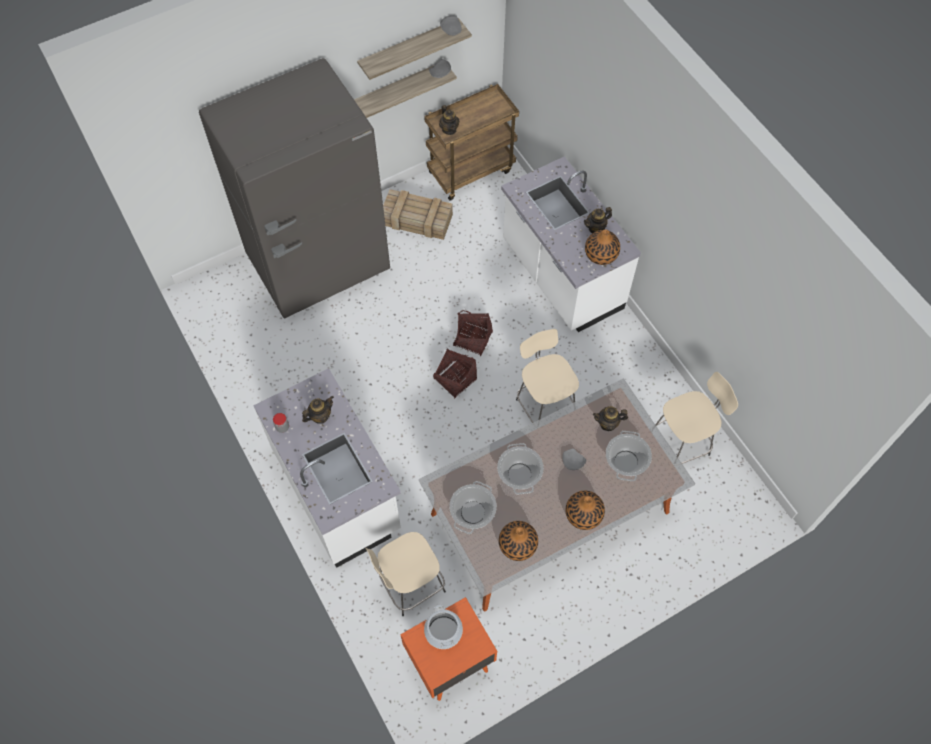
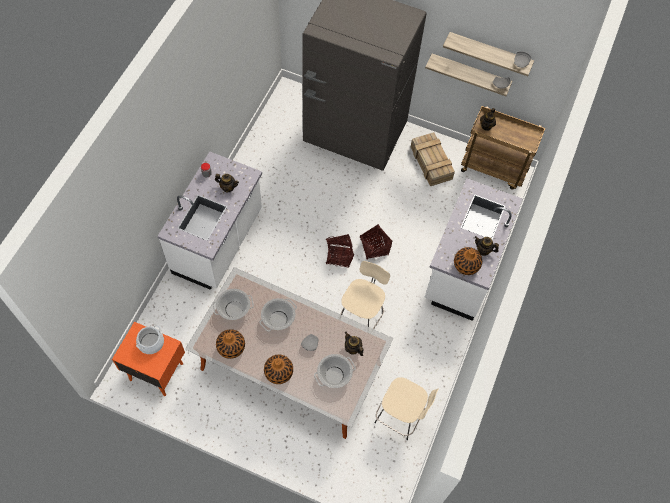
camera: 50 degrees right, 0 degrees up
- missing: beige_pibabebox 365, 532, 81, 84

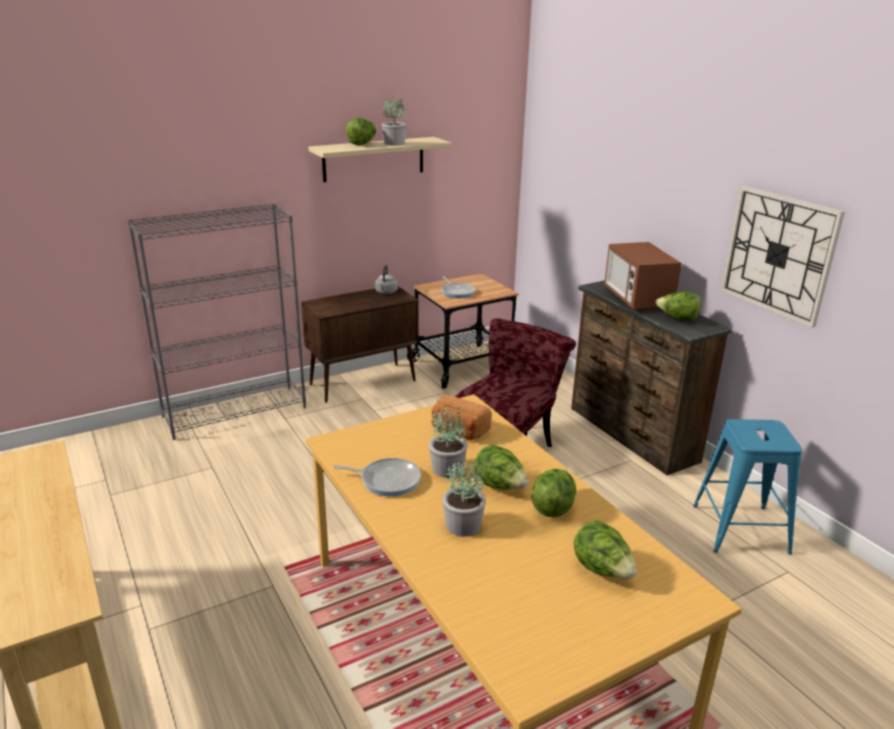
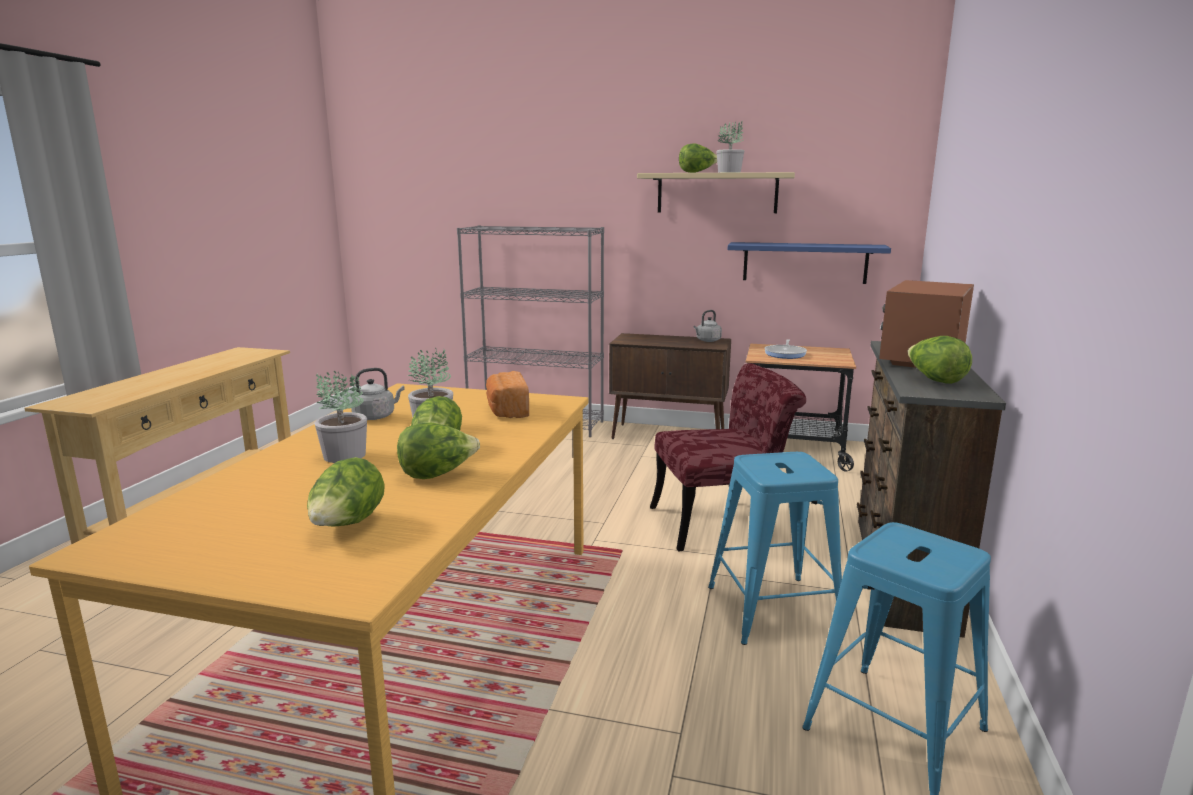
camera: 45 degrees right, 10 degrees down
- missing: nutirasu 721, 186, 124, 142
- appeared: blue_pibabebox 708, 452, 134, 193
- appeared: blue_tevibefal 728, 242, 163, 42
- exchanged: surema 333, 458, 88, 38 to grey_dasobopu 351, 368, 54, 52

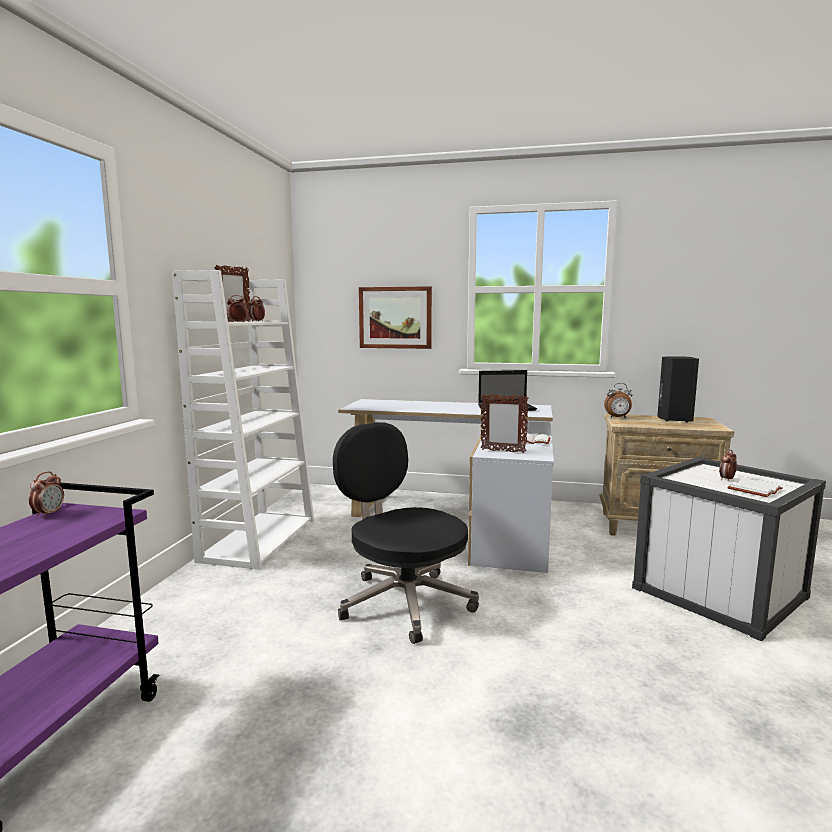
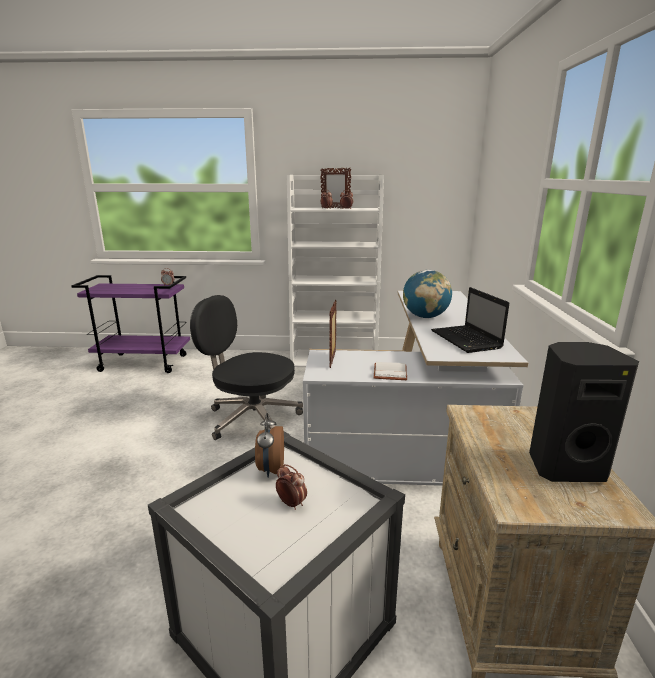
camera: 80 degrees right, 10 degrees up
- missing: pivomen 359, 286, 73, 63
- missing: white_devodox 727, 478, 56, 19
- appeared: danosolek 403, 270, 49, 48
- relocated: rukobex 604, 383, 29, 35 to 255, 413, 29, 65
- spun: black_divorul 333, 422, 146, 222 = 190, 295, 113, 145 105 degrees counterclockwise

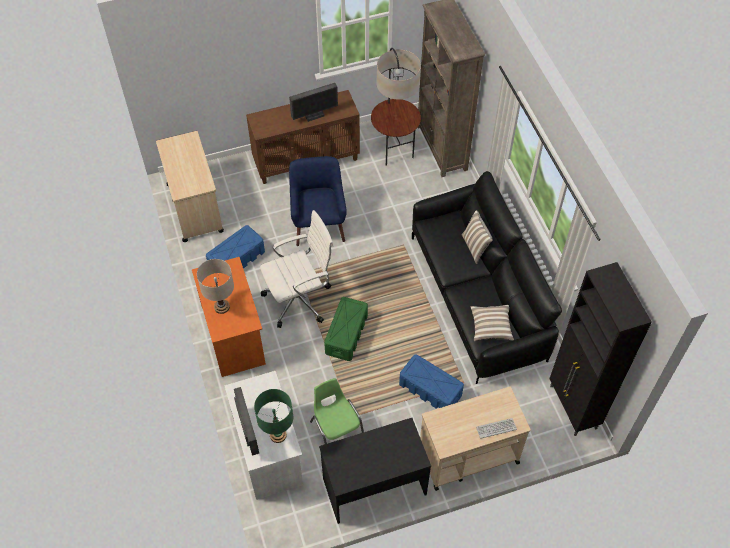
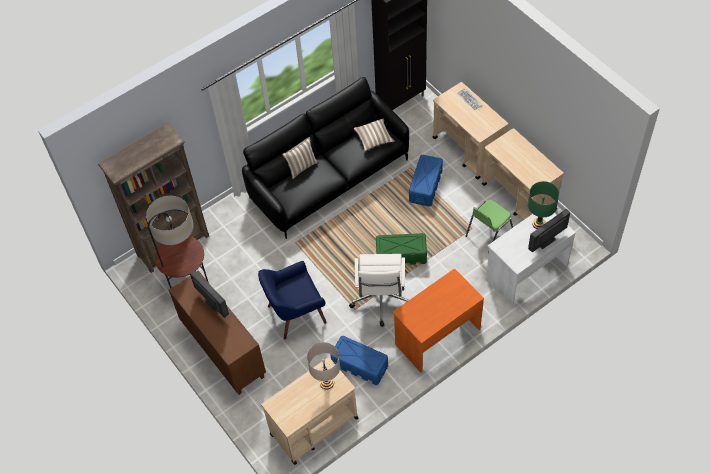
camera: 105 degrees left, 0 degrees up
- relocated: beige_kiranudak 197, 259, 37, 55 to 307, 342, 33, 48
- exchanged: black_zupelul 319, 418, 112, 106 to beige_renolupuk 482, 128, 82, 92
- spun: white_divorul 260, 210, 73, 118 = 349, 254, 60, 73 135 degrees counterclockwise

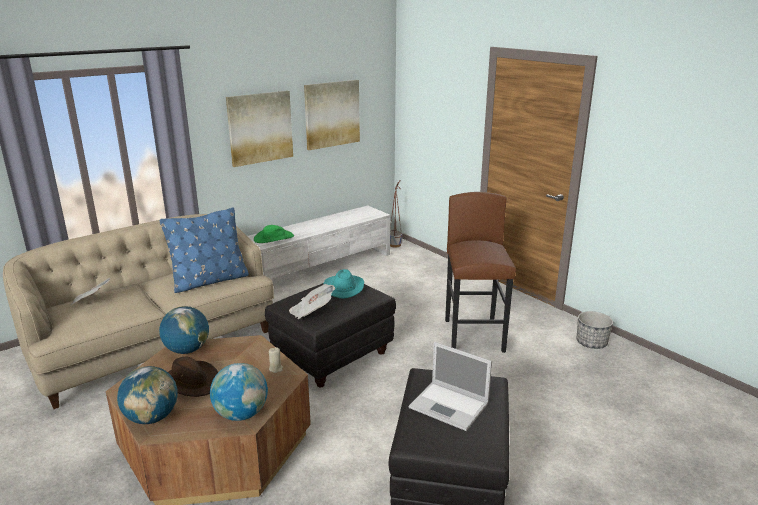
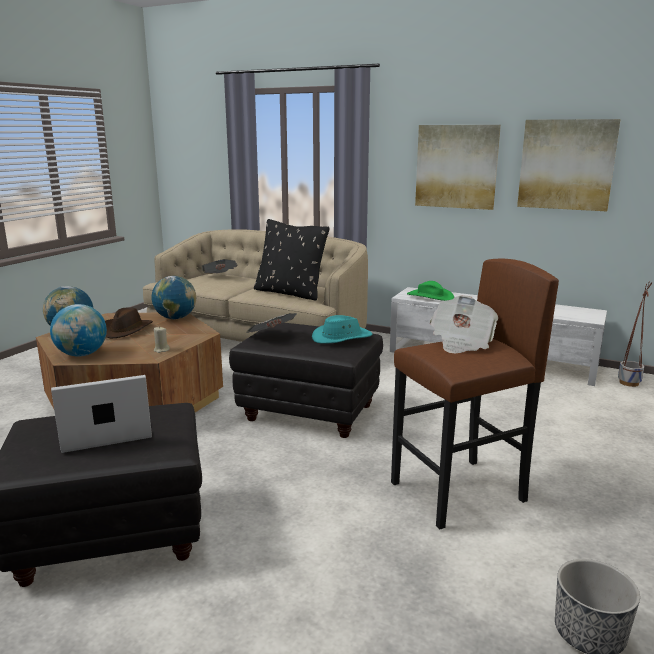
camera: 65 degrees right, 5 degrees down
- appeared: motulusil 430, 295, 68, 58
- colour: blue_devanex 160, 208, 89, 85 to black_devanex 254, 219, 76, 81
- spun: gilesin 409, 342, 83, 89 = 51, 375, 101, 78 60 degrees clockwise

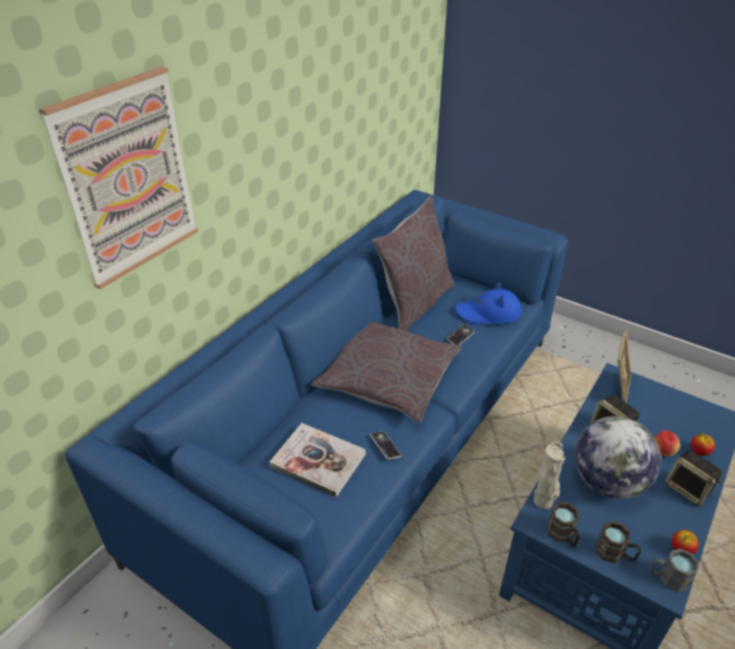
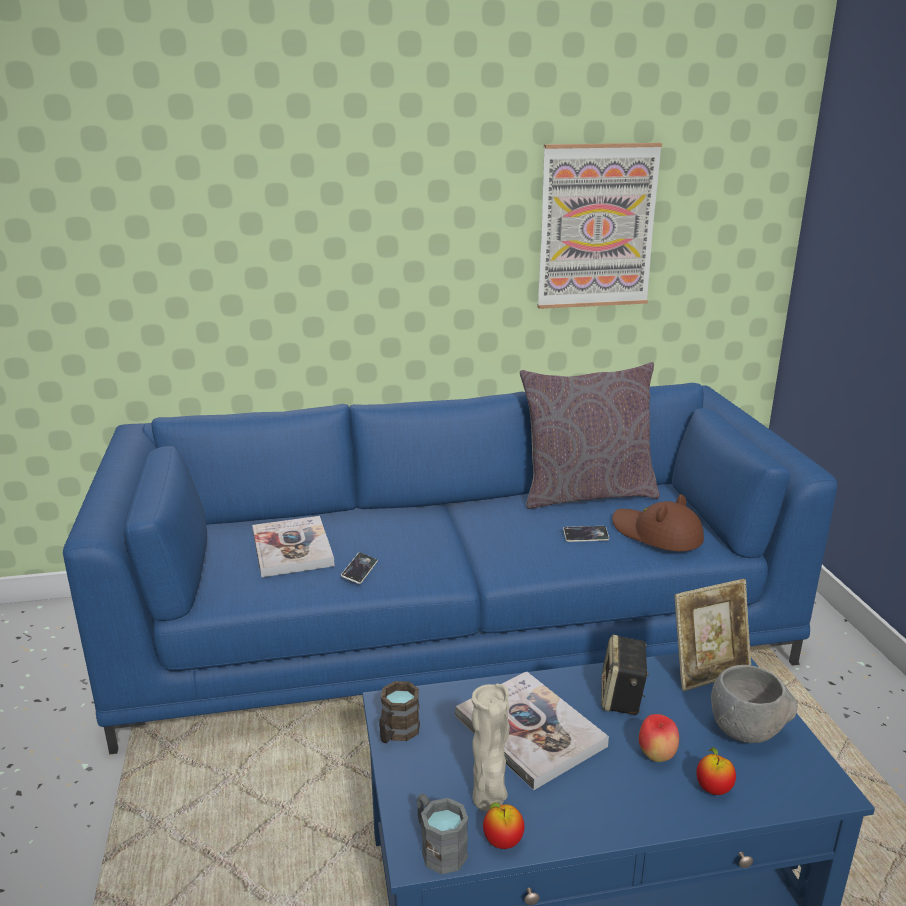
camera: 45 degrees right, 15 degrees down
- missing: grey_devanex 311, 322, 150, 101
- missing: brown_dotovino 596, 521, 45, 42
- missing: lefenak 665, 450, 58, 56
- appeared: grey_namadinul 711, 665, 87, 78
- relocated: pivomen 39, 66, 159, 223 to 537, 143, 125, 166
- relocated: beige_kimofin 534, 441, 31, 68 to 471, 683, 39, 129
- exchanged: danosolek 574, 416, 87, 83 to devodox 455, 671, 154, 119
- colour: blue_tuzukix 455, 283, 66, 41 to brown_tuzukix 612, 494, 92, 57

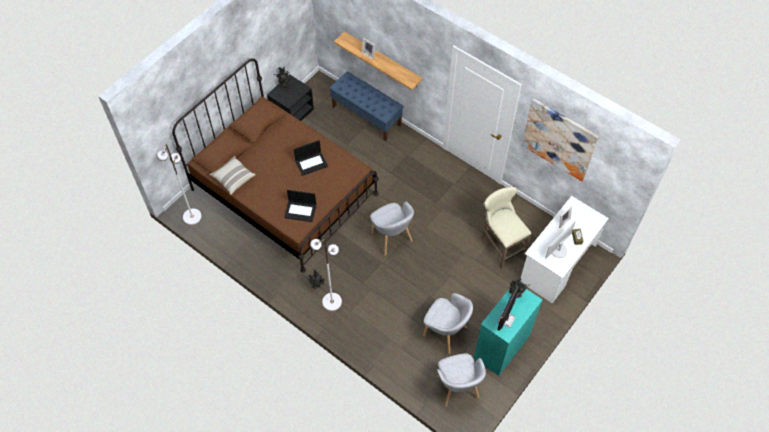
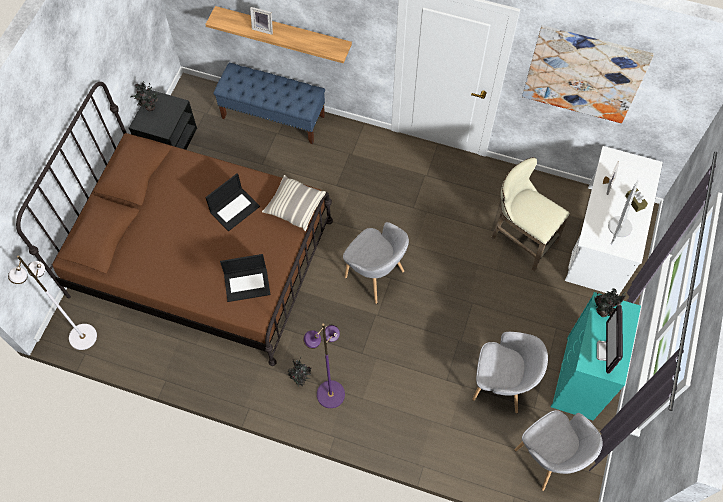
camera: 20 degrees left, 5 degrees up
- relocated: devanex 210, 156, 46, 39 to 262, 175, 64, 56
- colour: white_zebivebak 310, 236, 32, 75 to purple_zebivebak 303, 323, 42, 85

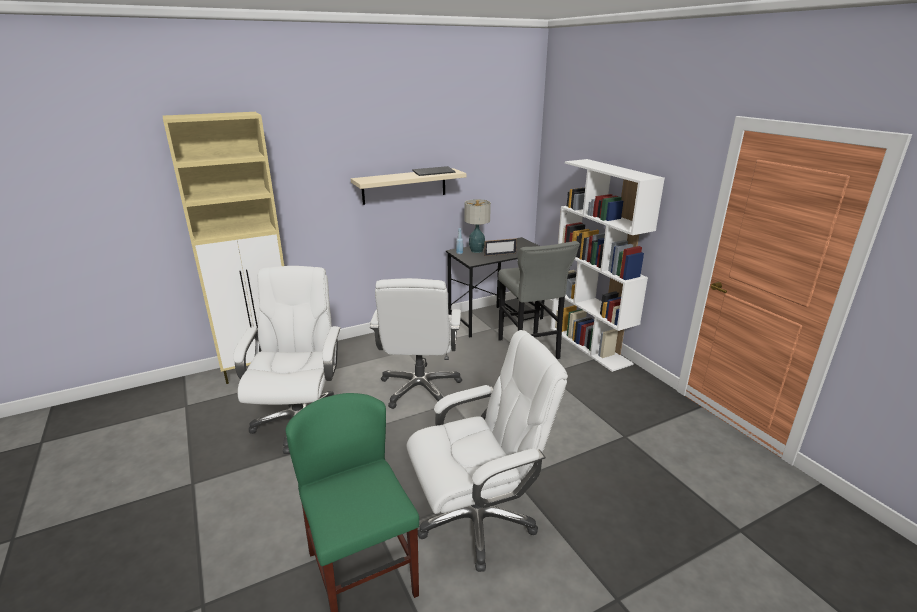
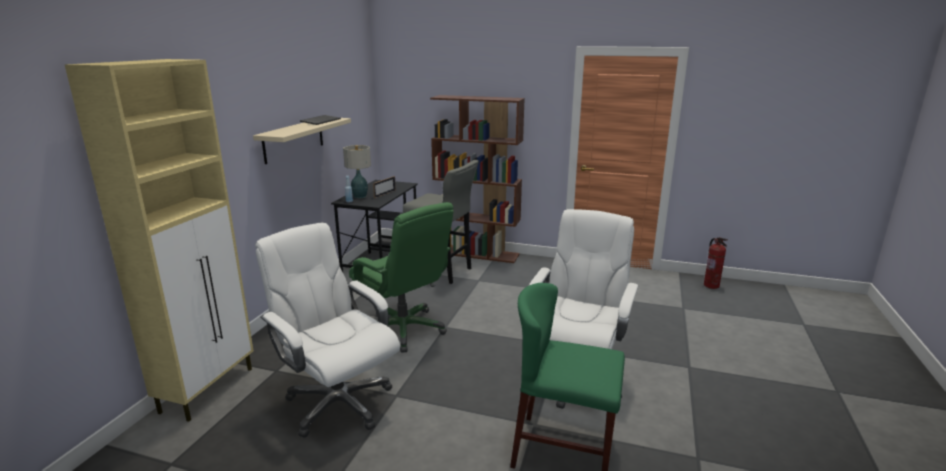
camera: 45 degrees left, 5 degrees down
- appeared: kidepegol 704, 237, 24, 52
- colour: white_divorul 370, 278, 92, 131 to green_divorul 349, 202, 105, 151
- colour: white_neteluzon 551, 159, 114, 213 to brown_neteluzon 430, 95, 95, 168

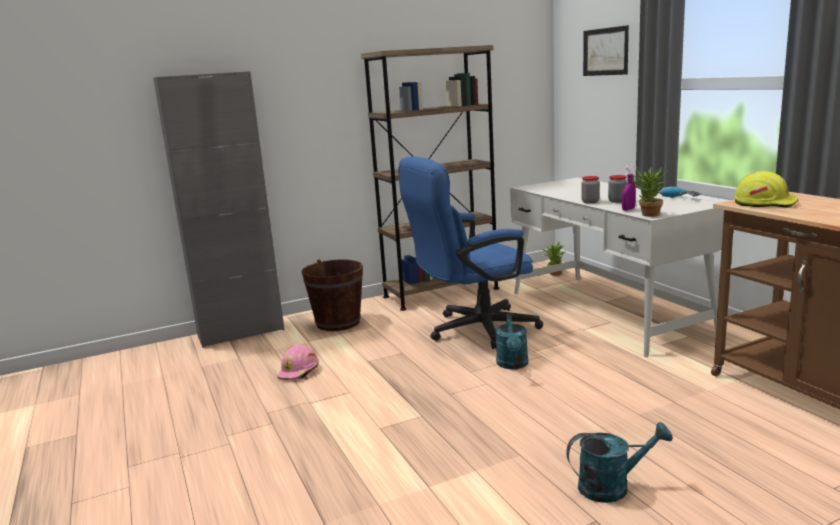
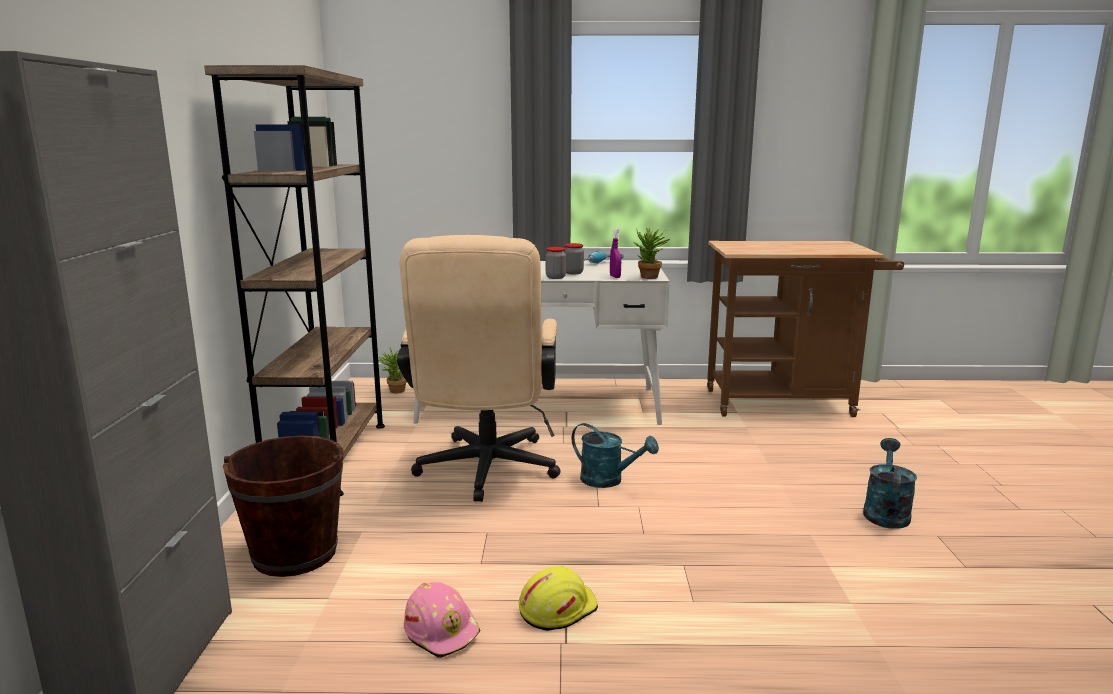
camera: 65 degrees left, 0 degrees up
- missing: pivomen 583, 25, 46, 51
- relocated: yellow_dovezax 734, 171, 65, 37 to 519, 566, 79, 65
- colour: blue_divorul 398, 156, 145, 193 to beige_divorul 397, 235, 164, 267

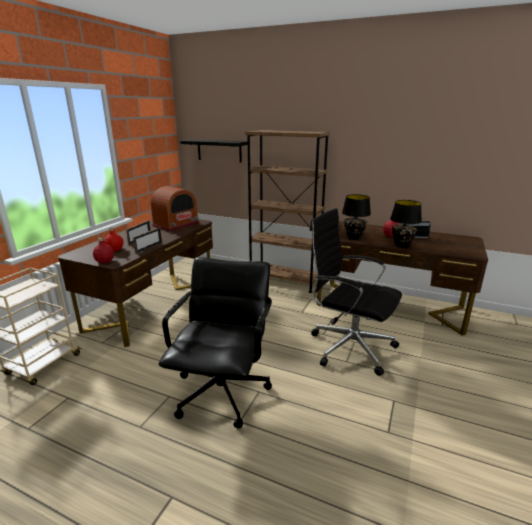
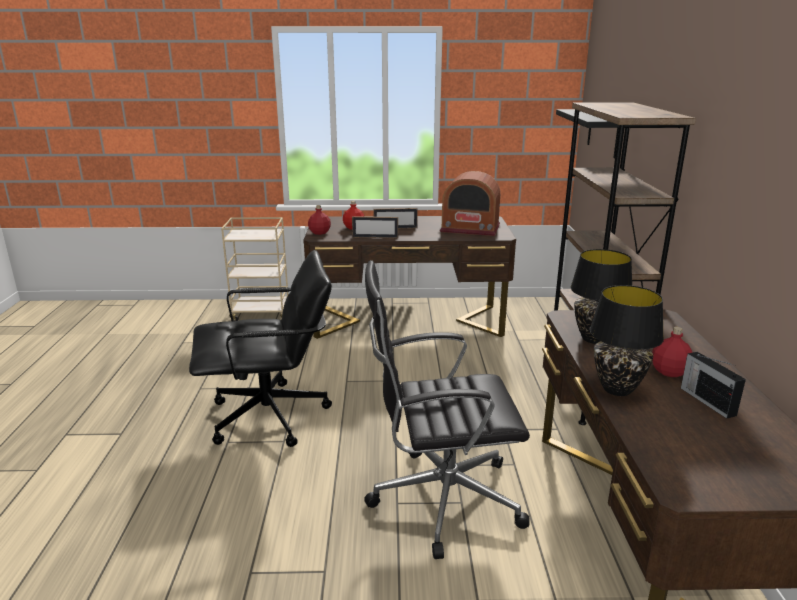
camera: 65 degrees right, 0 degrees up
- spun: black_divorul 310, 208, 92, 168 = 364, 260, 166, 299 105 degrees counterclockwise

